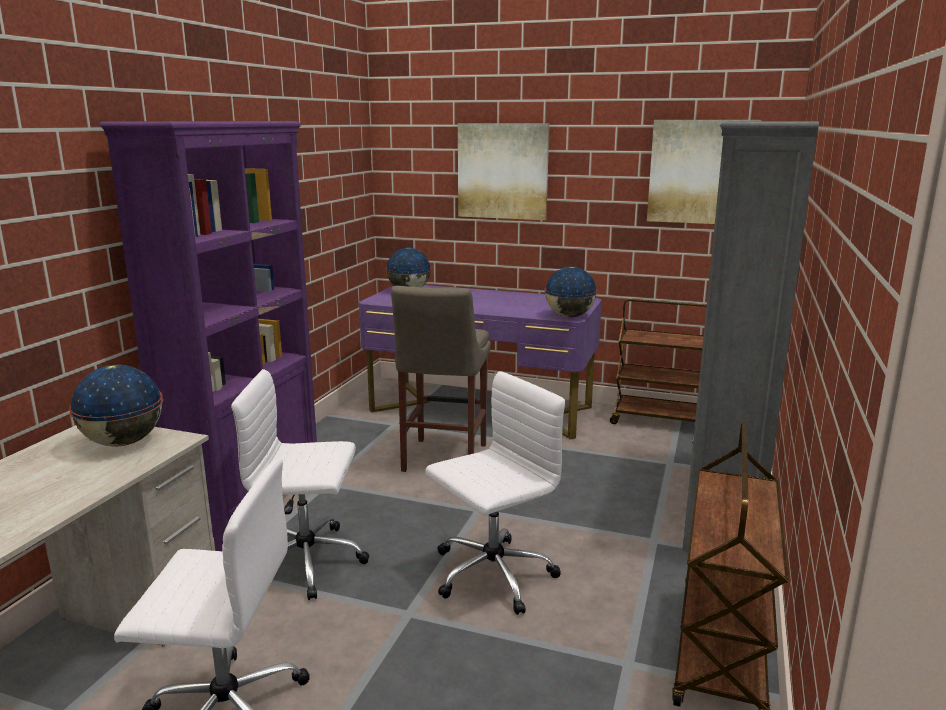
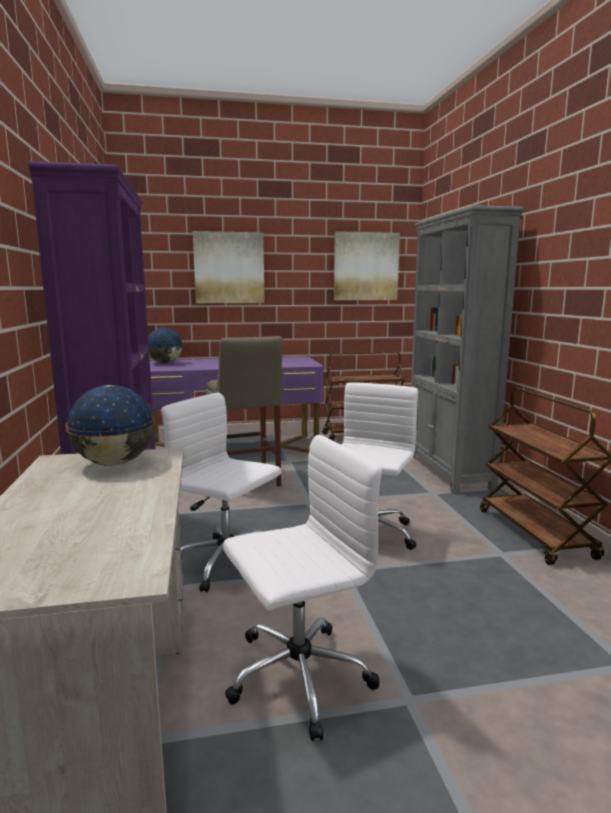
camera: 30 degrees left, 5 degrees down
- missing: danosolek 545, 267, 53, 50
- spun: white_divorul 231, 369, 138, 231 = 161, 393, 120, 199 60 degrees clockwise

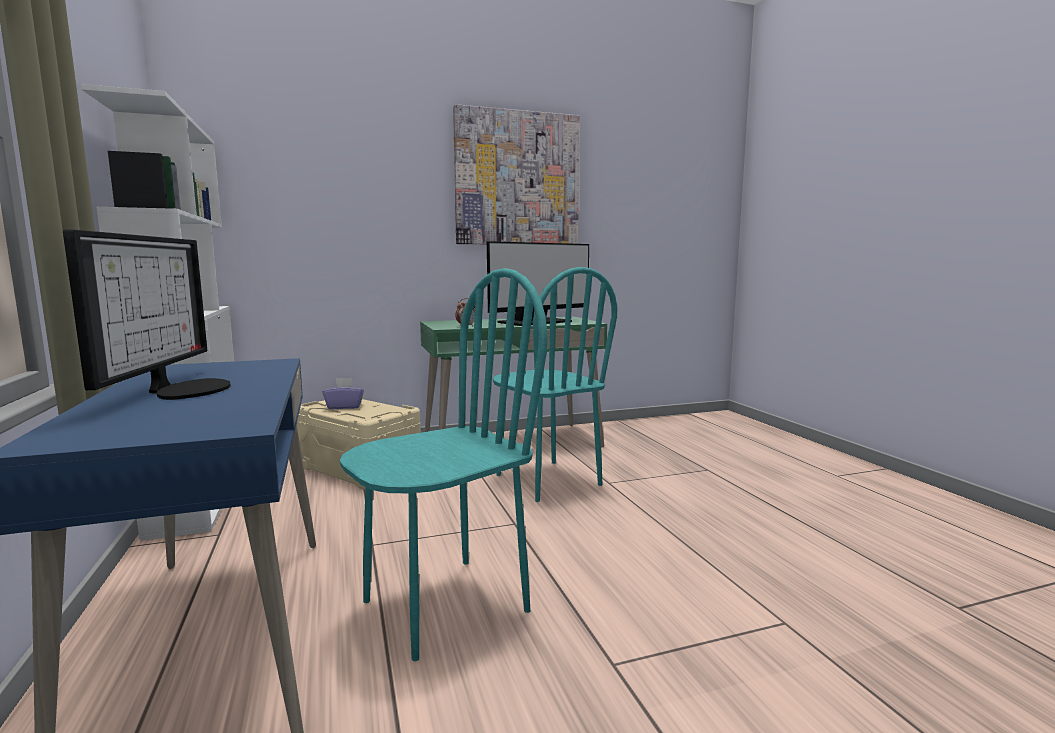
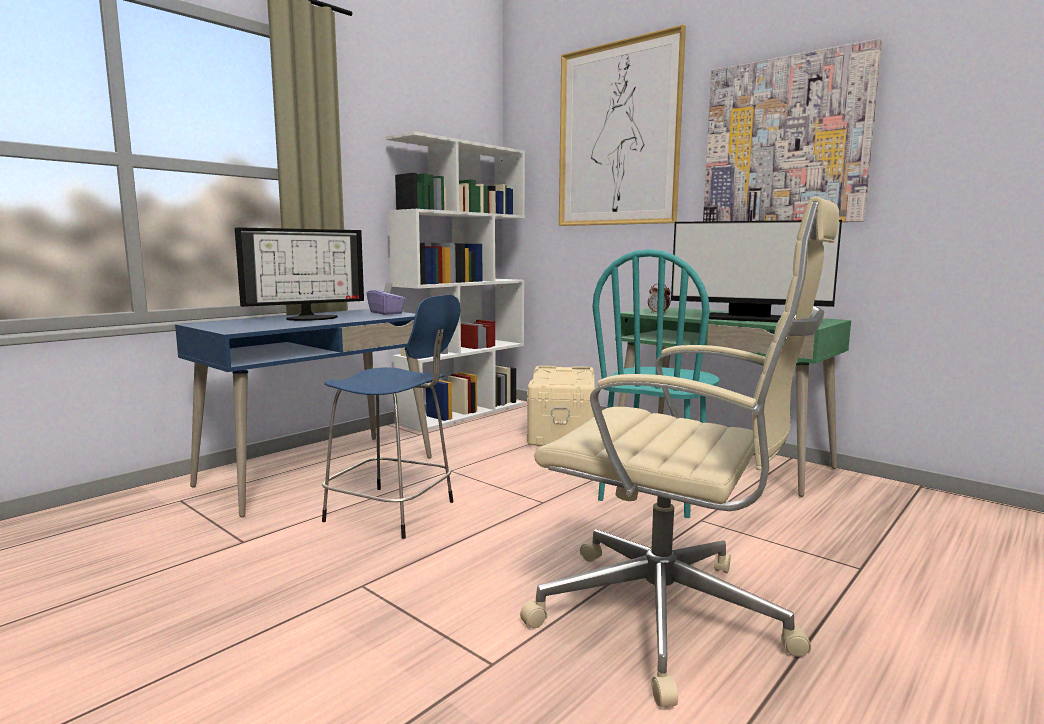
camera: 60 degrees right, 0 degrees up
- appeared: beige_divorul 520, 197, 319, 510
- appeared: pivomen 559, 25, 127, 201
- relocated: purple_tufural 323, 378, 41, 31 to 367, 283, 39, 32
- exchanged: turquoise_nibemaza 339, 268, 209, 393 to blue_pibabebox 322, 295, 139, 244

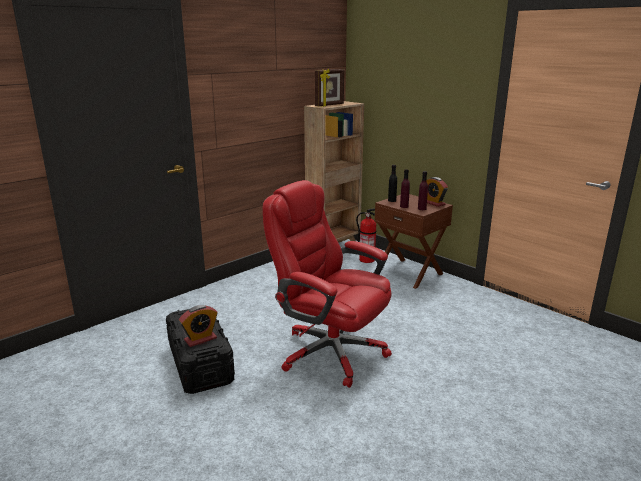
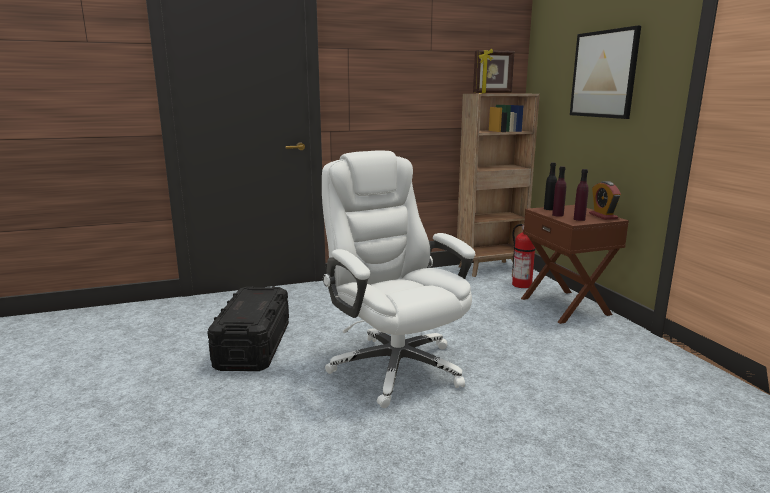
camera: 25 degrees right, 5 degrees down
- missing: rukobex 179, 305, 39, 42
- appeared: pivomen 570, 25, 71, 94
- colour: red_divorul 263, 180, 129, 208 to white_divorul 322, 150, 153, 258

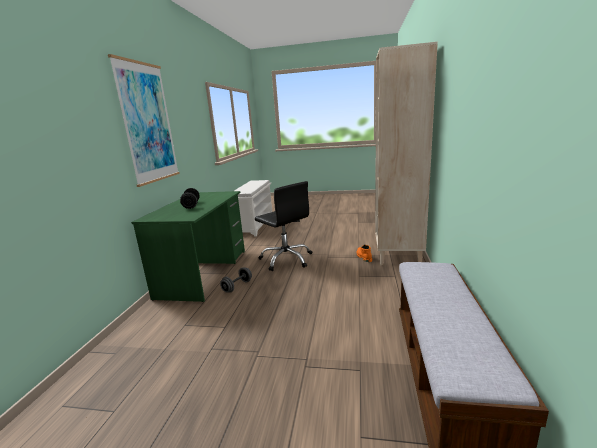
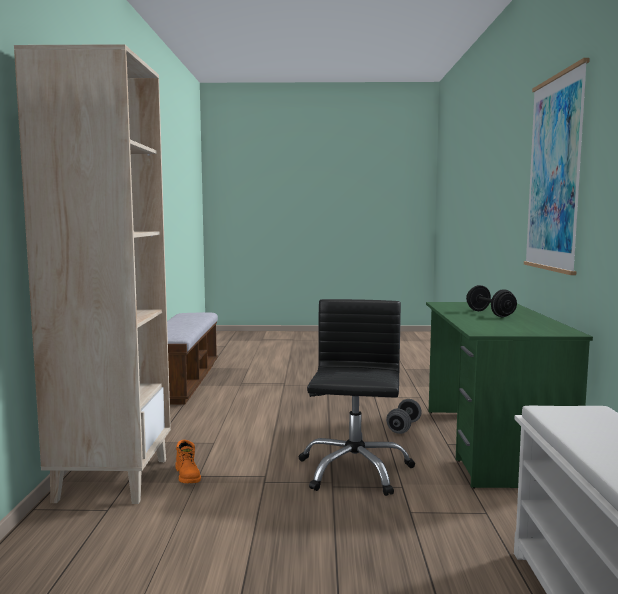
camera: 170 degrees right, 10 degrees down
- spun: black_divorul 255, 181, 57, 90 = 299, 299, 116, 197 60 degrees clockwise

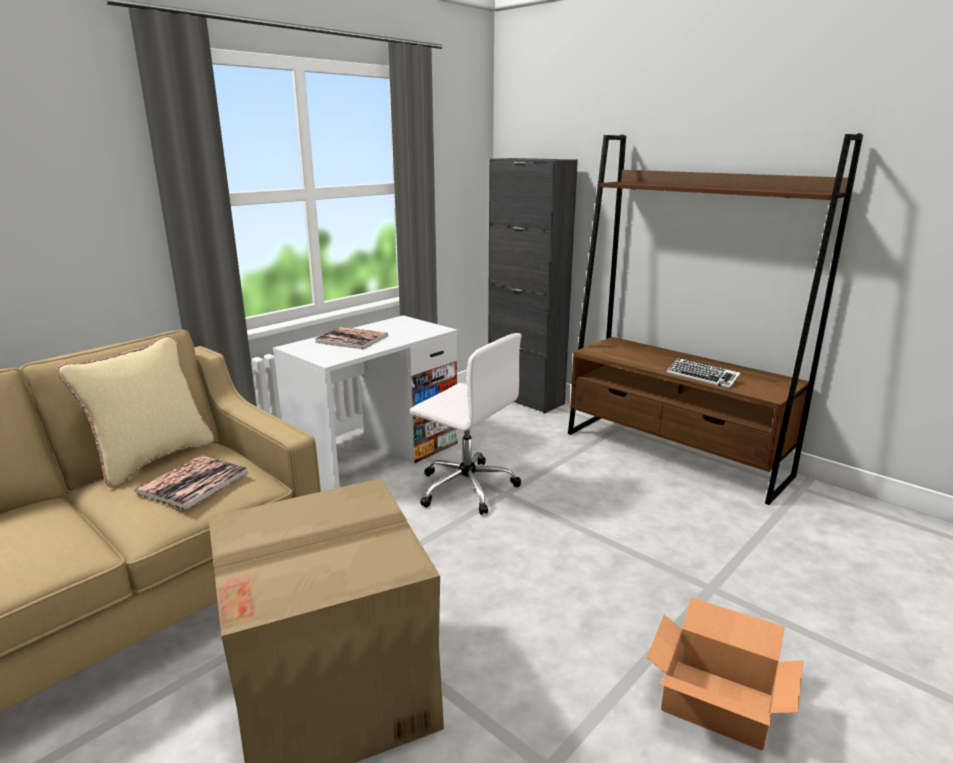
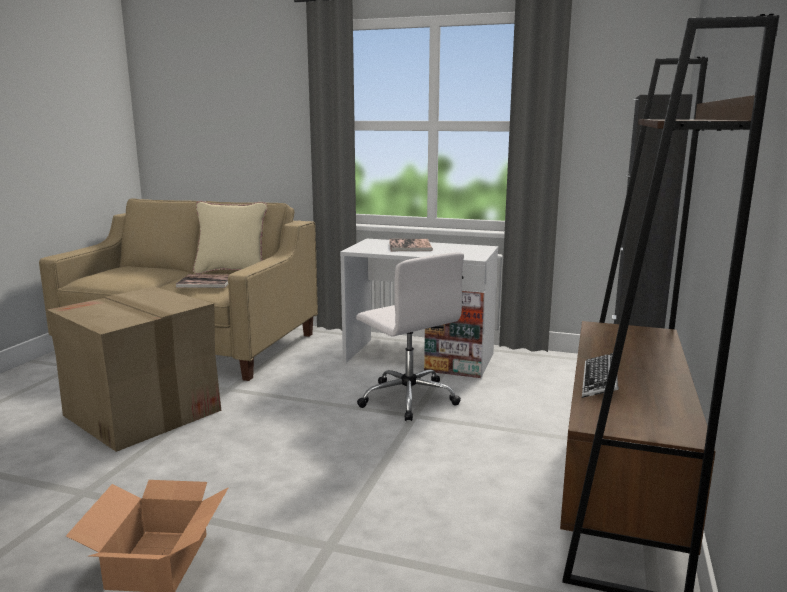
camera: 65 degrees right, 5 degrees down
- spun: white_divorul 410, 333, 111, 182 = 356, 253, 108, 168 45 degrees counterclockwise

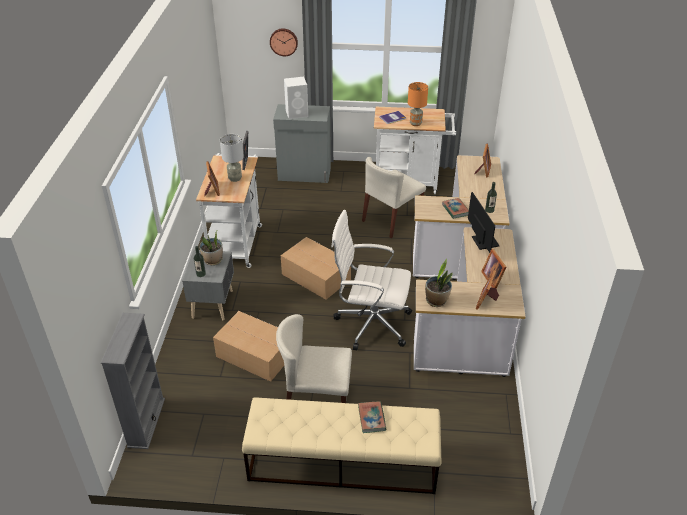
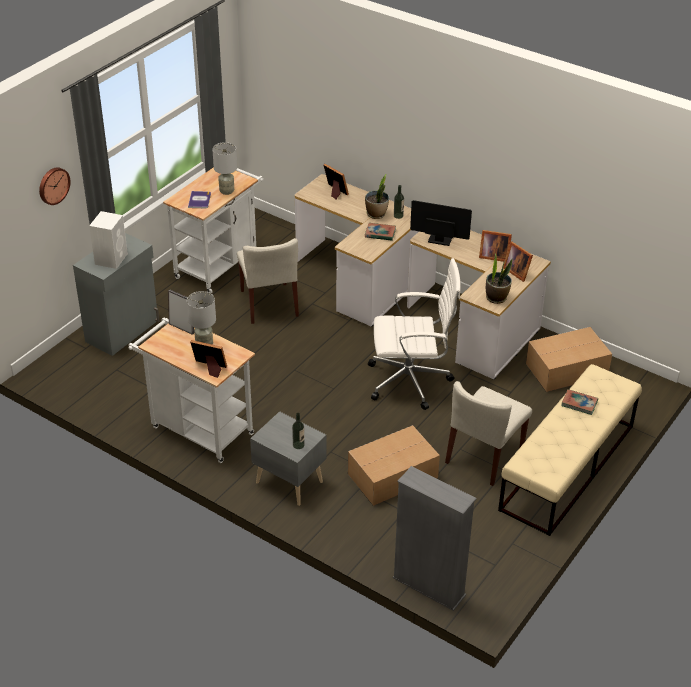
camera: 60 degrees left, 0 degrees up
- relocated: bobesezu 199, 230, 24, 35 to 365, 174, 24, 45
- relocated: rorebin 281, 237, 70, 63 to 526, 327, 86, 65
- colour: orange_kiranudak 408, 82, 20, 44 to grey_kiranudak 212, 142, 25, 53
- spun: white_divorul 331, 210, 81, 140 = 368, 258, 93, 152 135 degrees counterclockwise

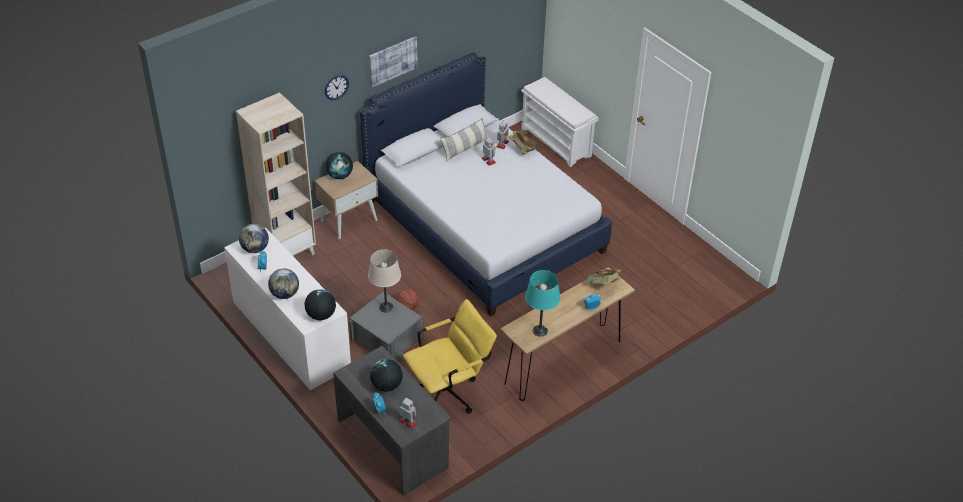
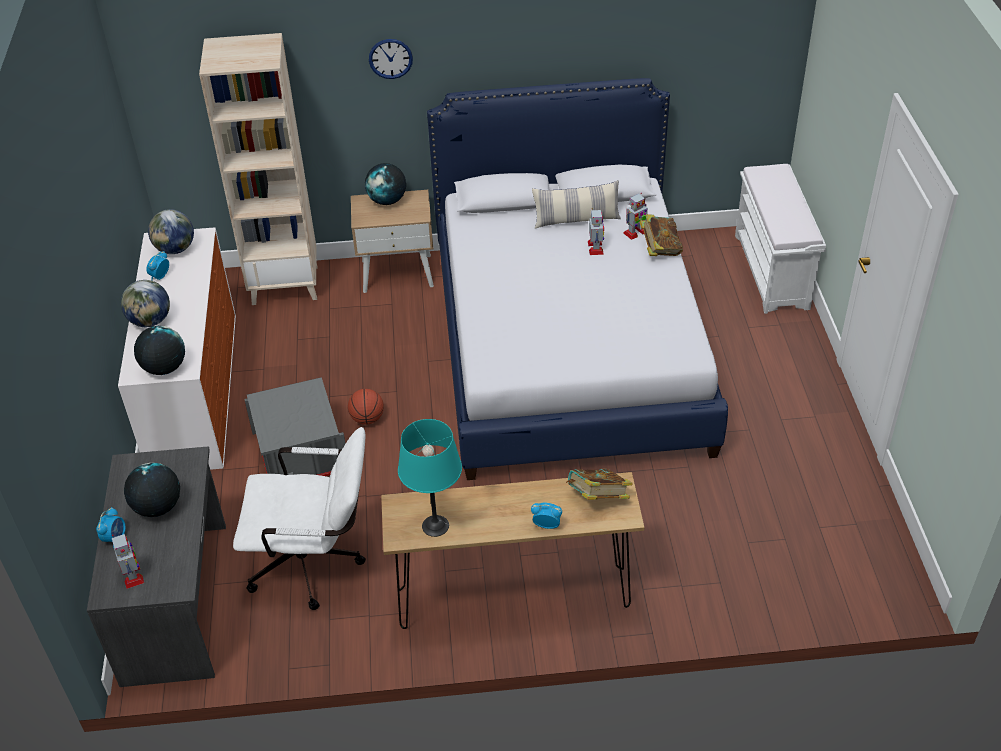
camera: 35 degrees right, 0 degrees up
- missing: beige_kiranudak 368, 249, 33, 64
- missing: pivomen 369, 36, 49, 51
- colour: yellow_divorul 403, 299, 94, 115 to white_divorul 233, 427, 133, 183

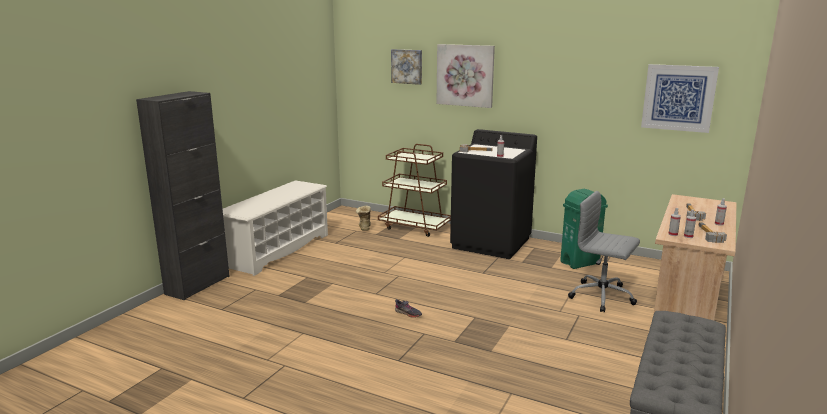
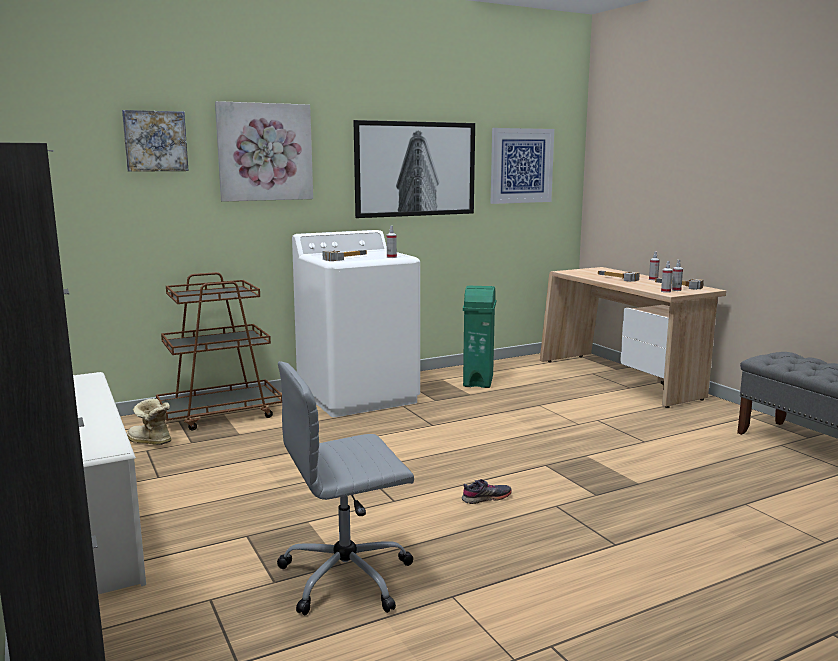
camera: 55 degrees left, 5 degrees down
- appeared: pivomen 353, 120, 122, 98
- relocated: grey_divorul 568, 191, 72, 121 to 277, 361, 137, 254
- colour: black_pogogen 450, 129, 87, 130 to white_pogogen 292, 230, 128, 187

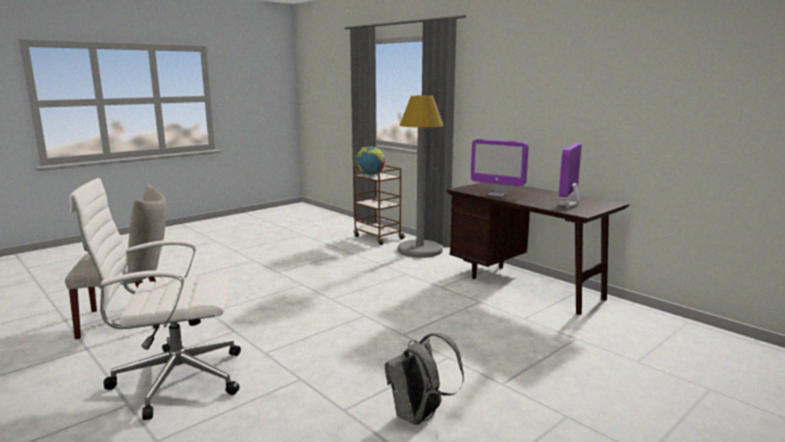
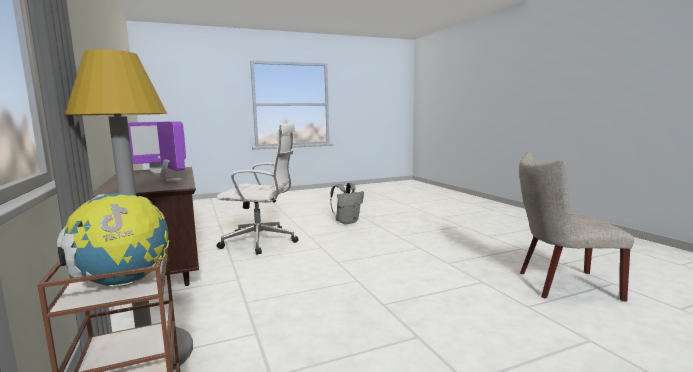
camera: 160 degrees left, 5 degrees down
- relocated: white_divorul 69, 178, 172, 242 to 217, 123, 82, 132

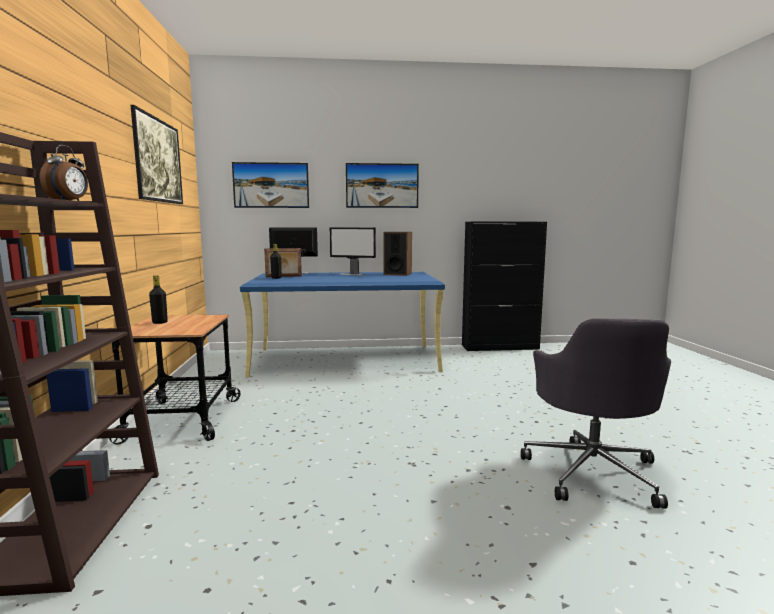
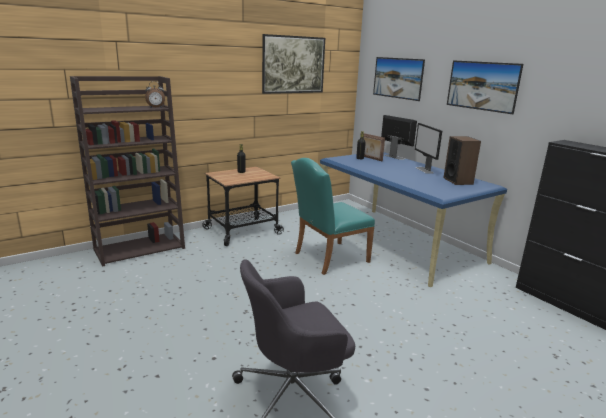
camera: 60 degrees right, 10 degrees up
- appeared: turquoise_nibemaza 291, 158, 84, 117

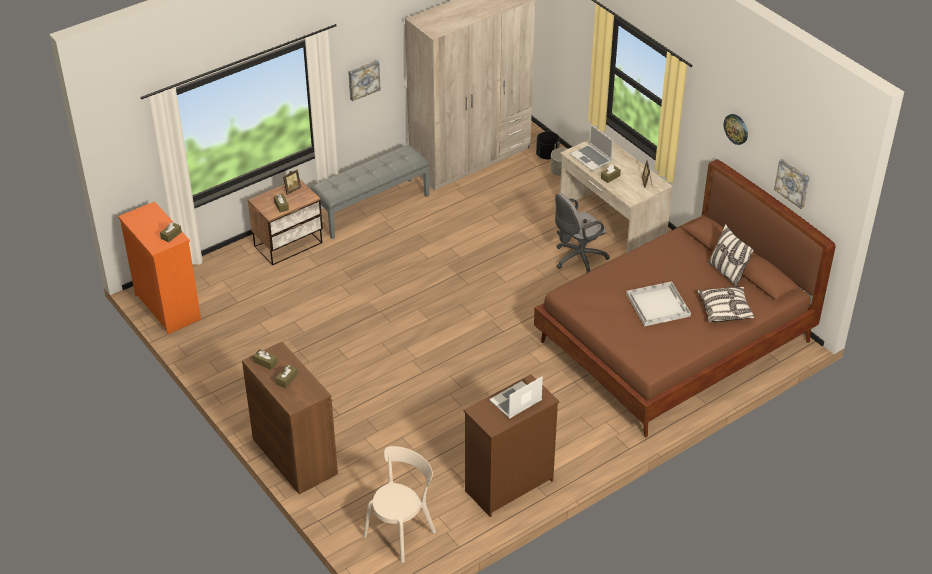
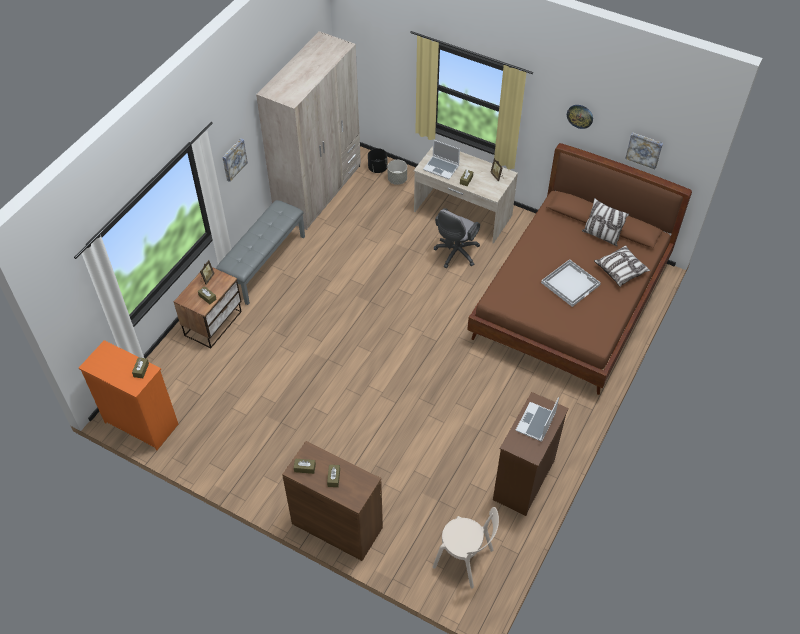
camera: 25 degrees left, 10 degrees up
- spun: beige_nibemaza 363, 446, 73, 117 = 433, 507, 66, 82 105 degrees clockwise

